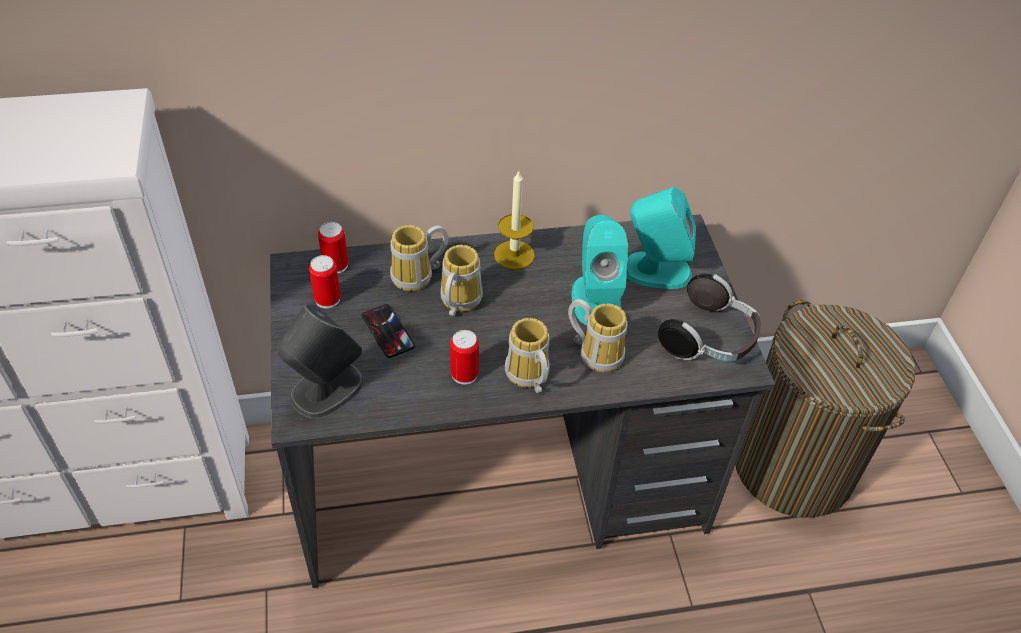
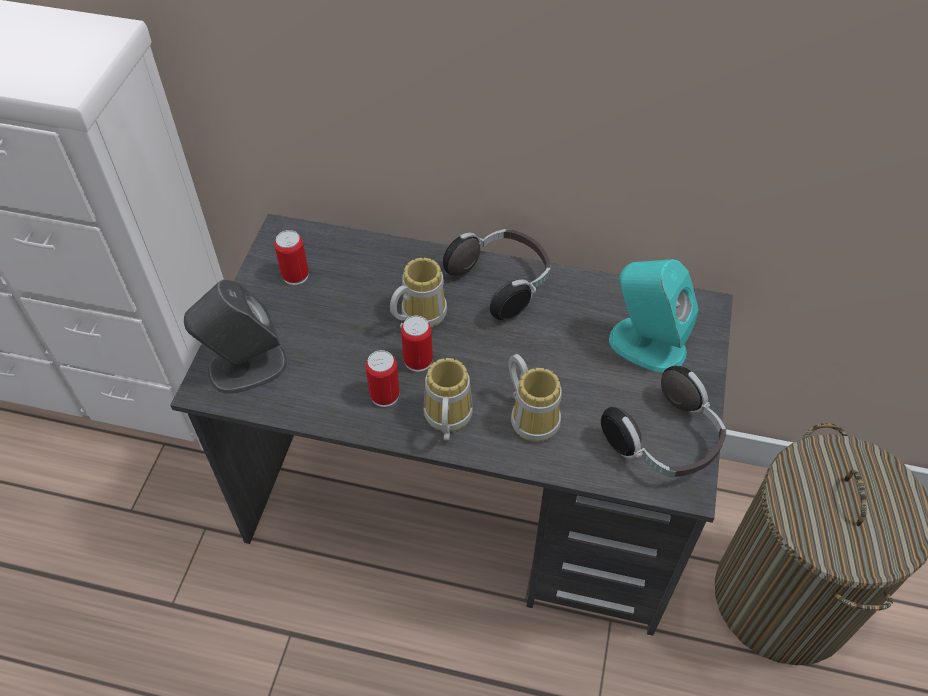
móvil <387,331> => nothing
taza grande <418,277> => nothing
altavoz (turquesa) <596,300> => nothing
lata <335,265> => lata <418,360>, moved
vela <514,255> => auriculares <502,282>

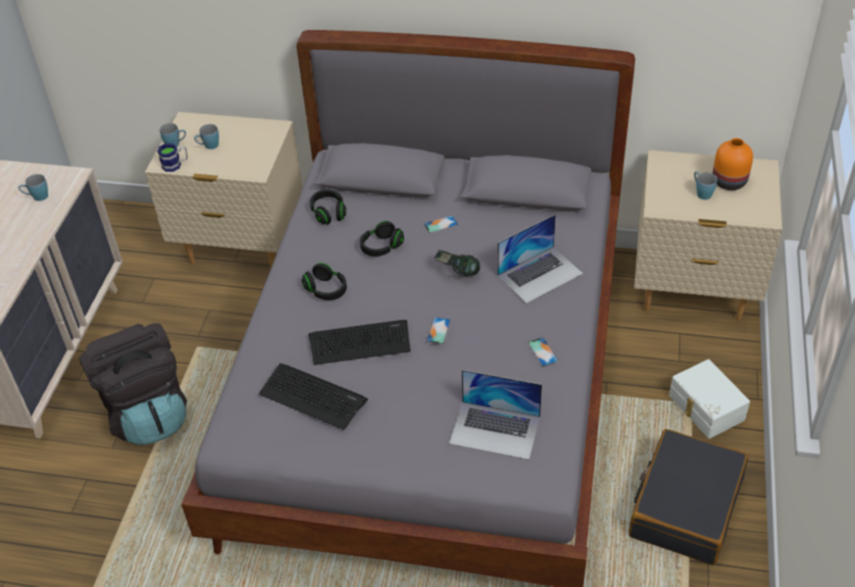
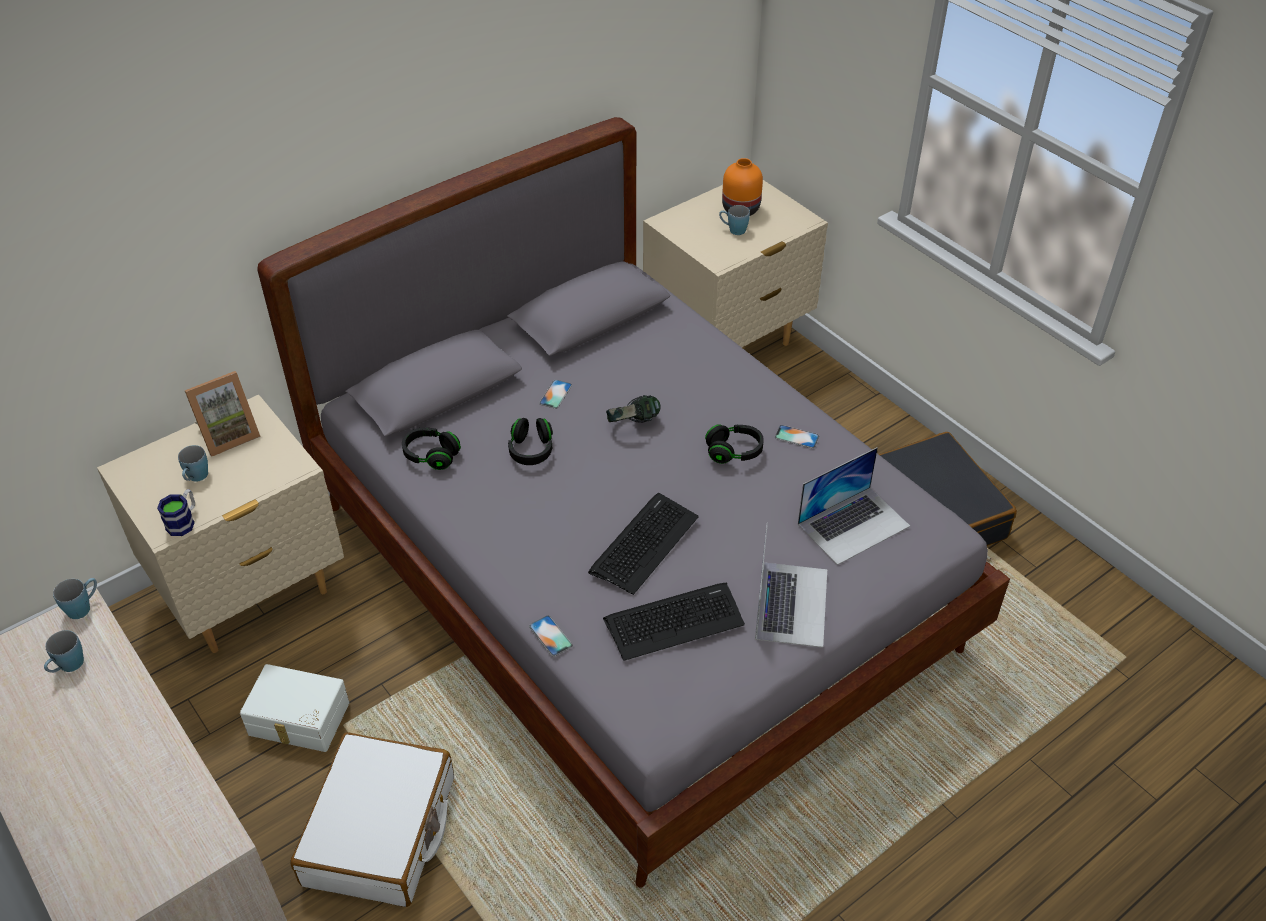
nothing => portarretratos <228,435>
taza grande (azul) <176,144> => taza grande (azul) <84,607>, moved
auriculares (negro) <326,290> => auriculares (negro) <734,452>, moved
móvil <438,331> => móvil <550,636>, moved
portátil <540,274> => portátil <791,603>, moved
caja de almacenaje (blanco) <705,408> => caja de almacenaje (blanco) <298,720>, moved
mochila (negro) <147,413> => maleta (blanco) <381,831>

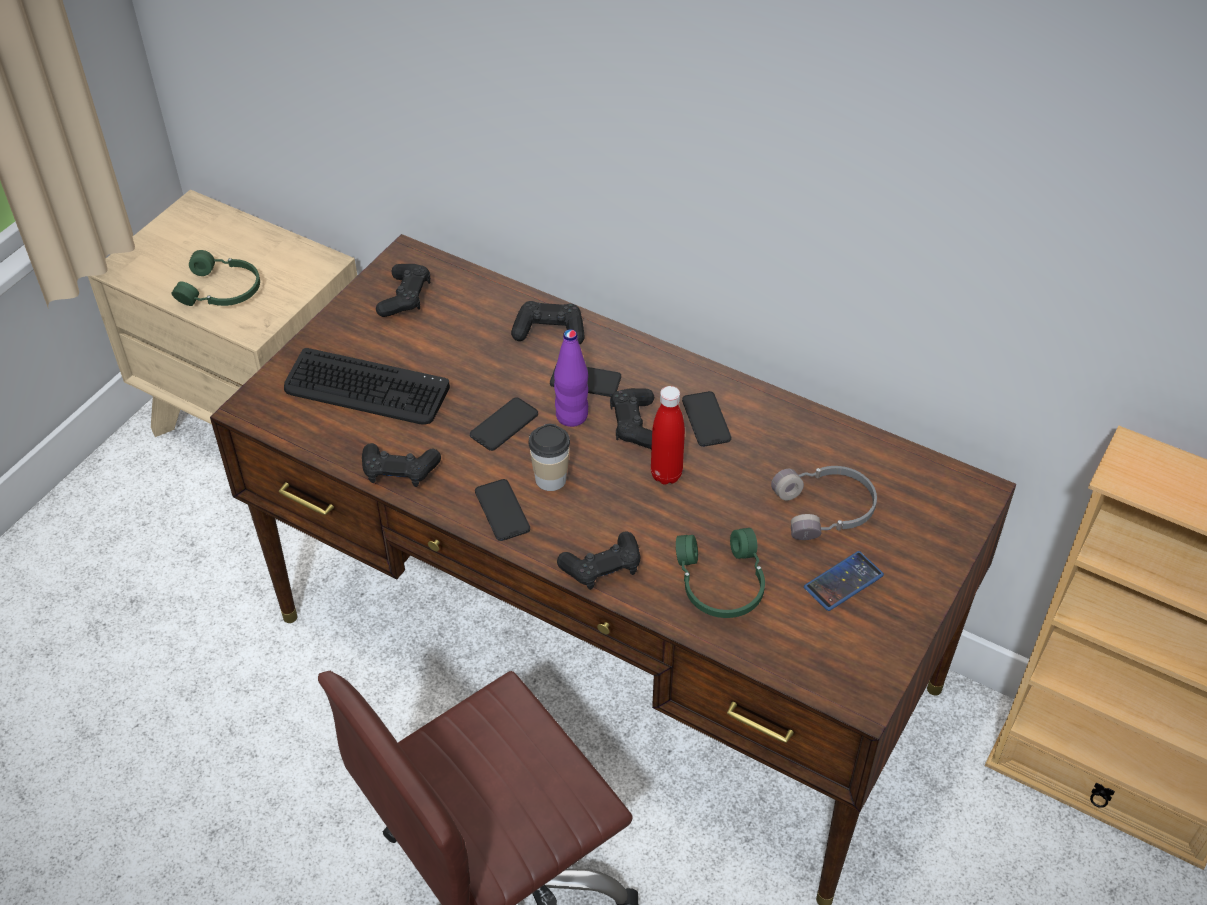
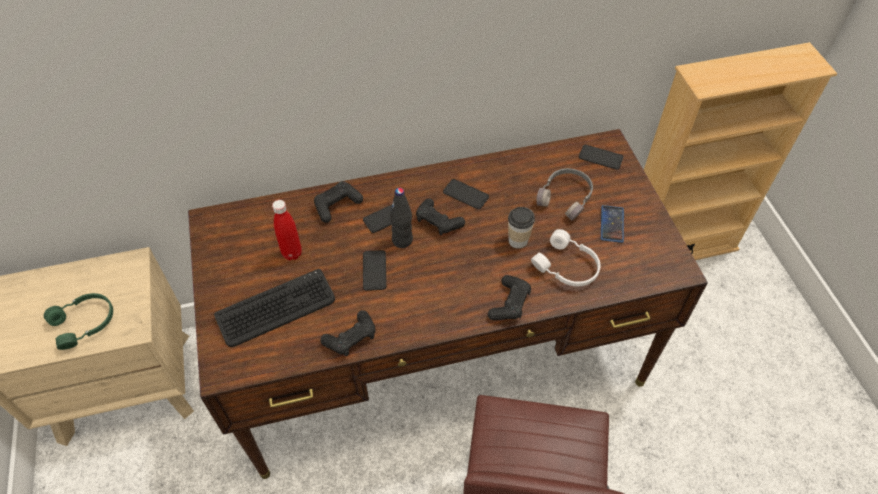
mando de consola (negro) <405,297> => nothing
móvil <502,510> => móvil <600,157>, moved
taza <550,479> => taza <518,240>, moved
botella (rojo) <666,474> => botella (rojo) <292,253>, moved
botella (morado) <572,416> => botella (negro) <402,240>
auriculares (verde) <720,583> => auriculares (blanco) <567,267>

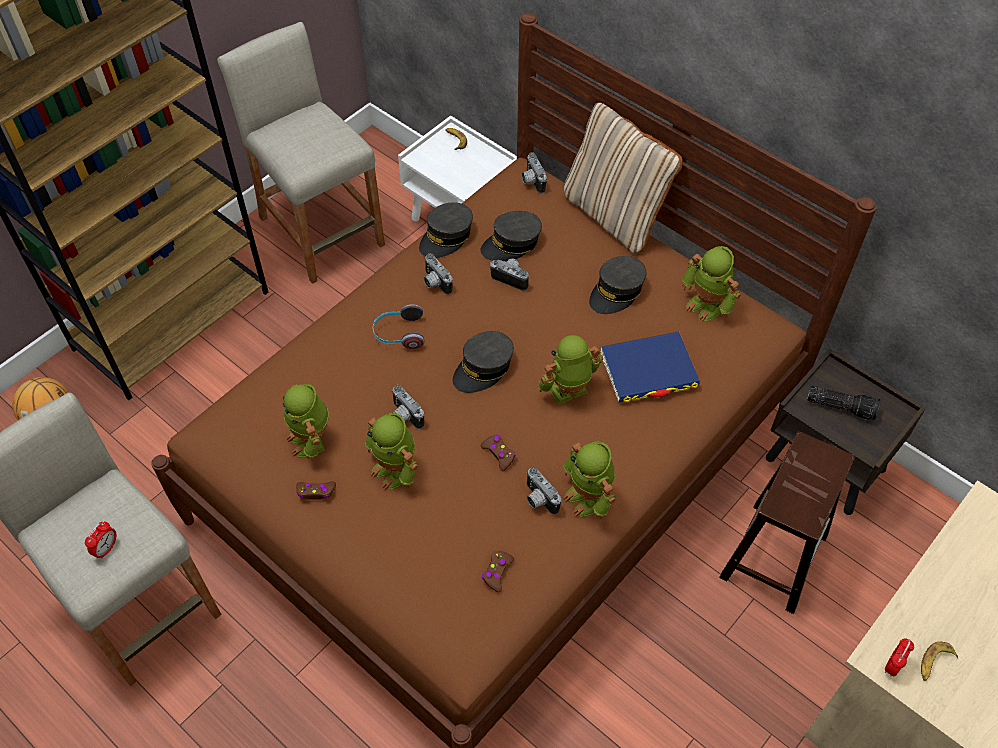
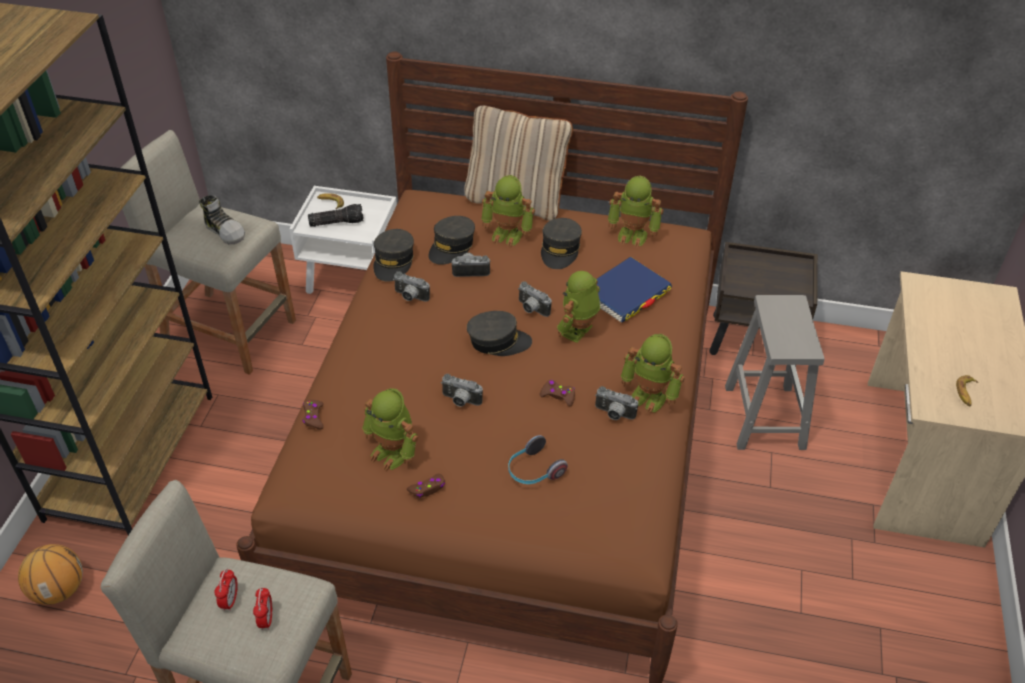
nothing => zapato <225,230>
robot de juguete <395,469> => robot de juguete <508,234>, moved
auriculares <399,334> => auriculares <533,471>, moved
mando de consola (marrón) <497,572> => mando de consola (marrón) <313,417>, moved
cámara <531,181> => cámara <531,309>, moved
linterna <841,406> => linterna <337,222>, moved
despertador <892,665> => despertador <230,600>, moved
taburete (marrón) <774,554> => taburete (gris) <763,416>
gorra (gris) <483,368> => gorra (gris) <498,341>, 105 degrees counterclockwise

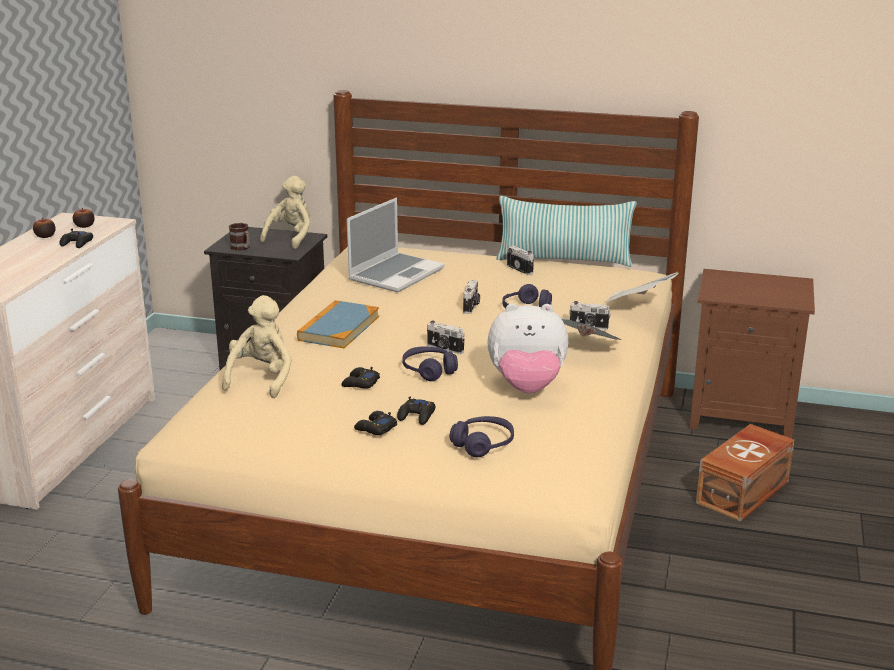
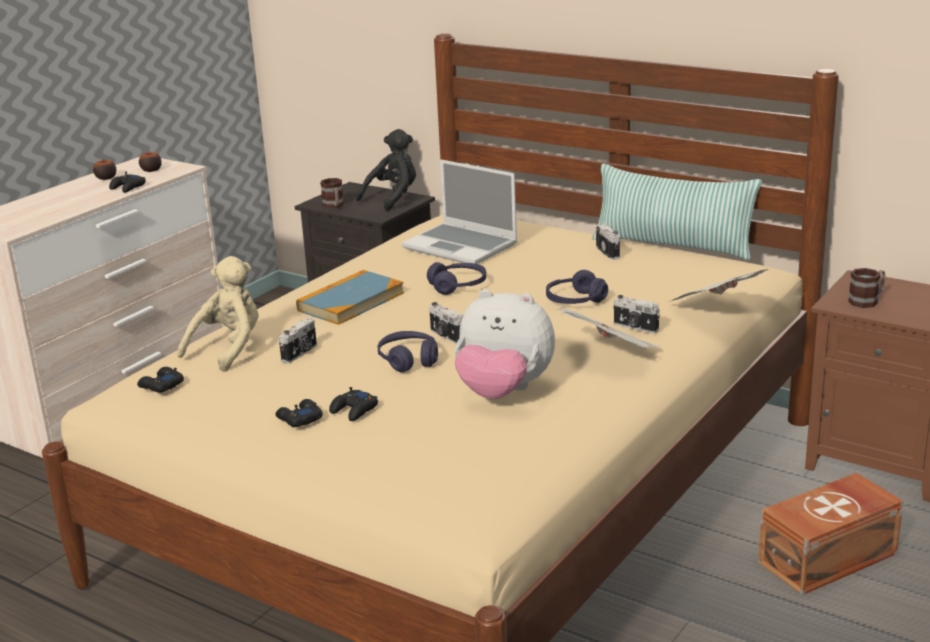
nothing => taza grande <867,300>
mando de consola (negro) <360,383> => mando de consola (negro) <161,385>, moved
auriculares (morado) <483,444> => auriculares (morado) <458,286>, moved
cámara <471,306> => cámara <301,353>, moved
peluche (beis) <291,238> => peluche (negro) <393,198>
portátil <396,274> => portátil <462,246>, 75 degrees clockwise

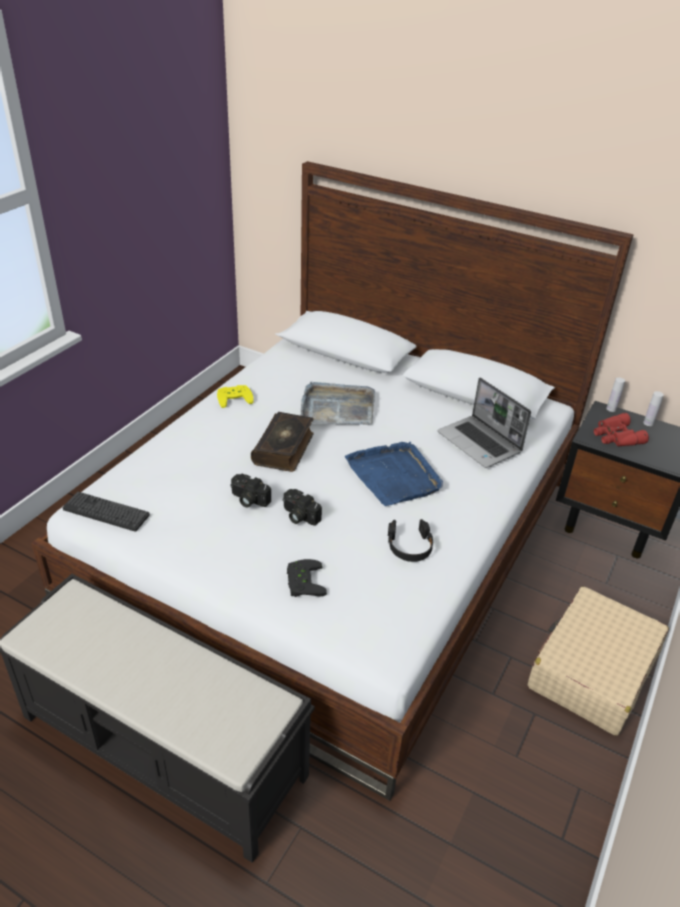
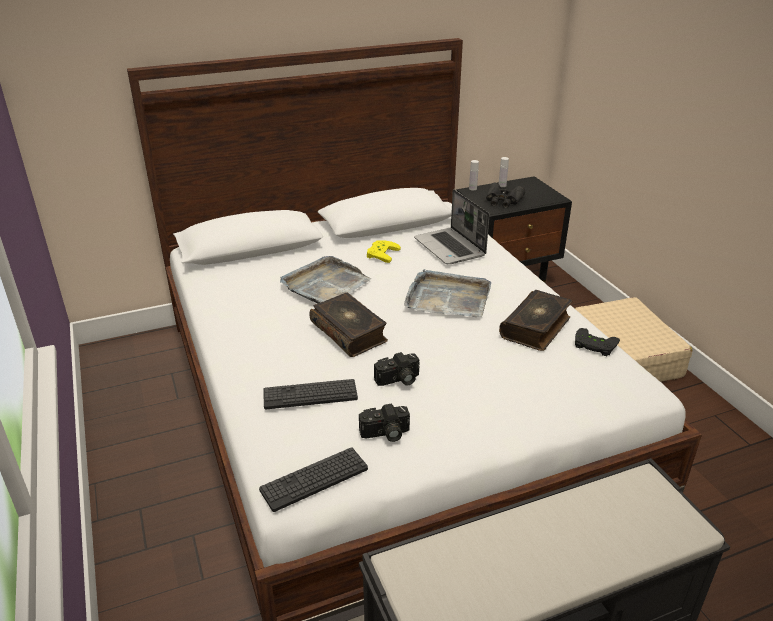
nothing => teclado <310,395>
mando de consola (amarillo) <234,397> => mando de consola (amarillo) <380,253>, moved
cámara <298,516> => cámara <385,434>, moved
mando de consola (negro) <302,581> => mando de consola (negro) <594,346>, moved
auriculares (negro) <409,546> => libro <536,328>
bandeja (azul) <394,476> => bandeja (gris) <447,297>
prismáticos (rojo) <616,436> => prismáticos (negro) <503,201>
portátil <480,443> => portátil <450,248>, 60 degrees clockwise

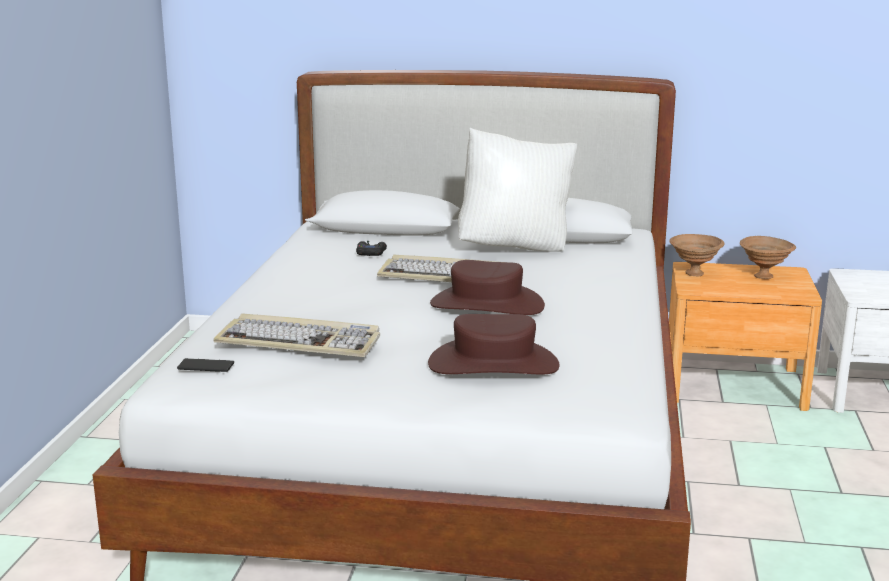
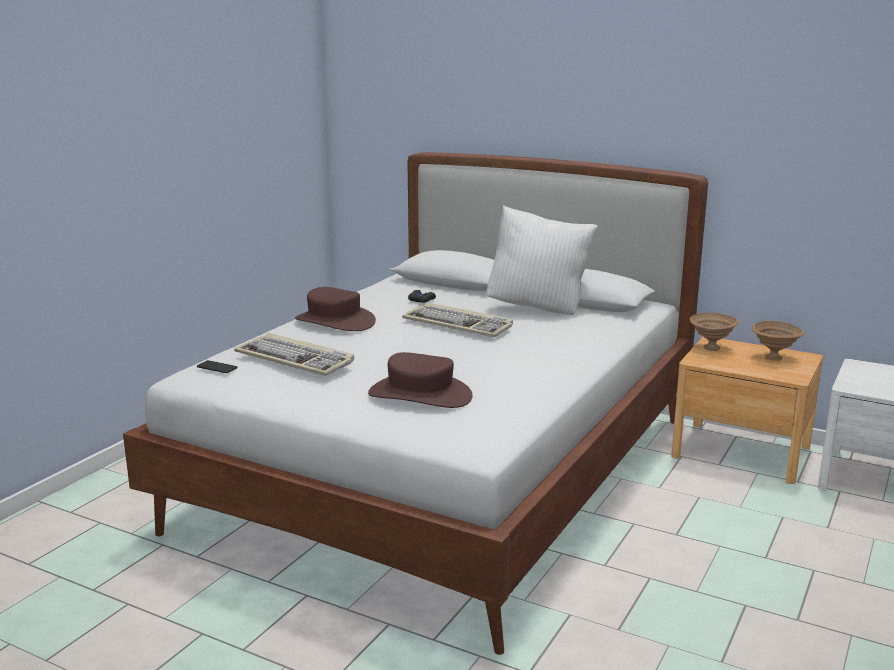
sombrero (marrón) <486,305> => sombrero (marrón) <334,321>, moved

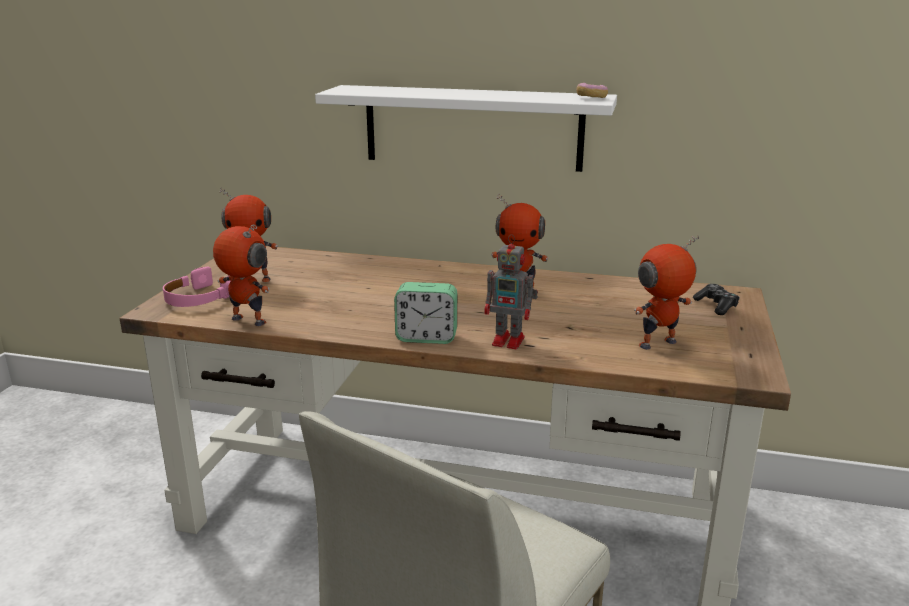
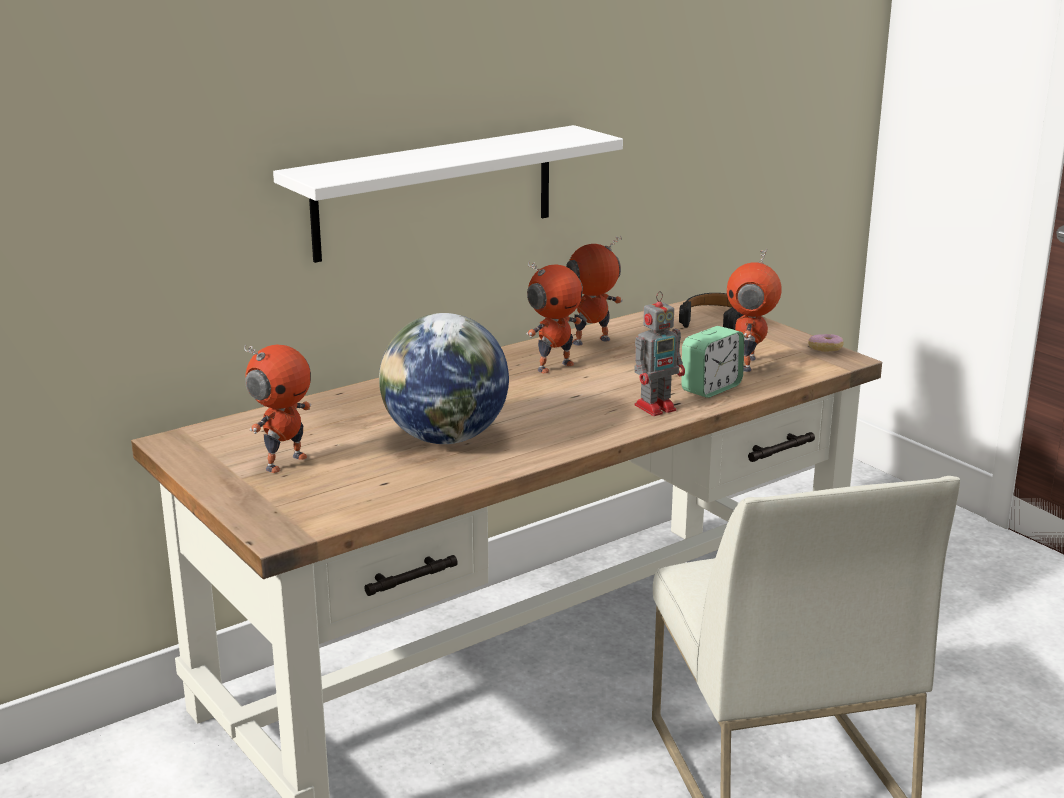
auriculares (rosa) <199,298> => nothing
nothing => globo terráqueo <445,438>
robot de juguete <247,321> => robot de juguete <592,342>, moved
despertador <426,337> => despertador <711,388>, moved
rosquilla <591,98> => rosquilla <825,350>, moved
mando de consola <716,306> => auriculares (negro) <714,320>

